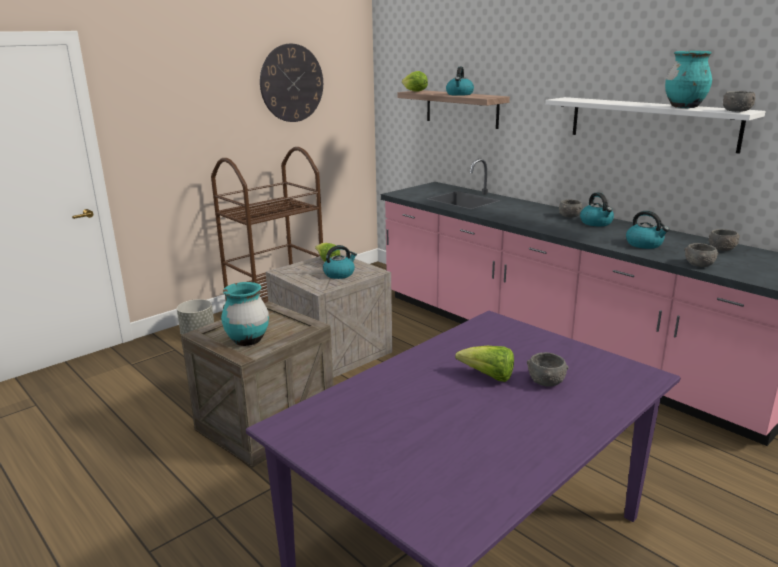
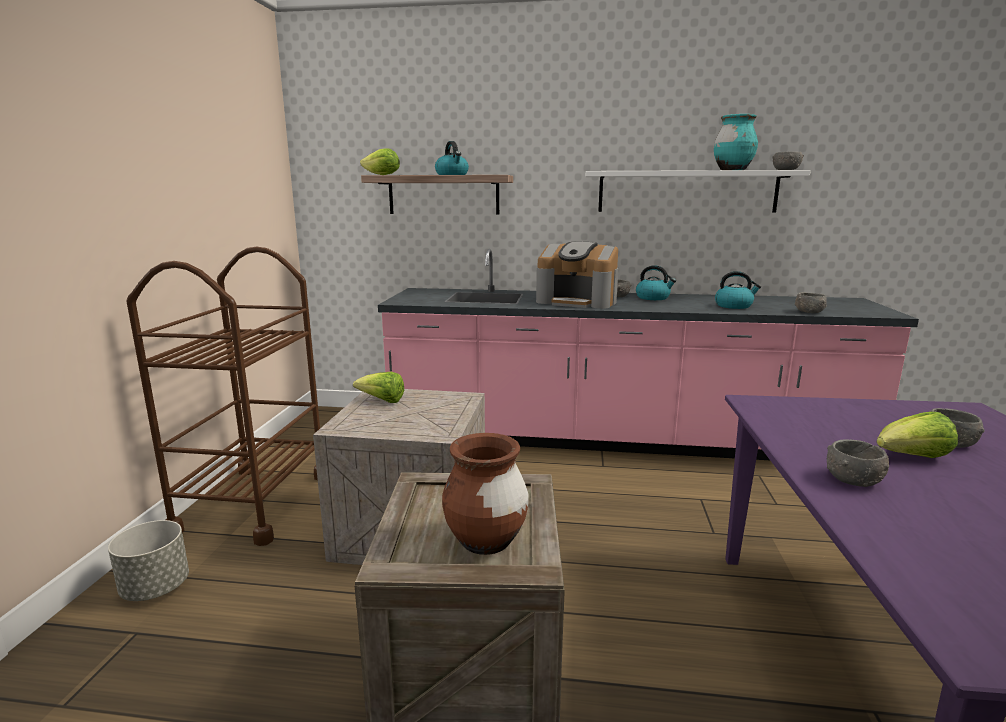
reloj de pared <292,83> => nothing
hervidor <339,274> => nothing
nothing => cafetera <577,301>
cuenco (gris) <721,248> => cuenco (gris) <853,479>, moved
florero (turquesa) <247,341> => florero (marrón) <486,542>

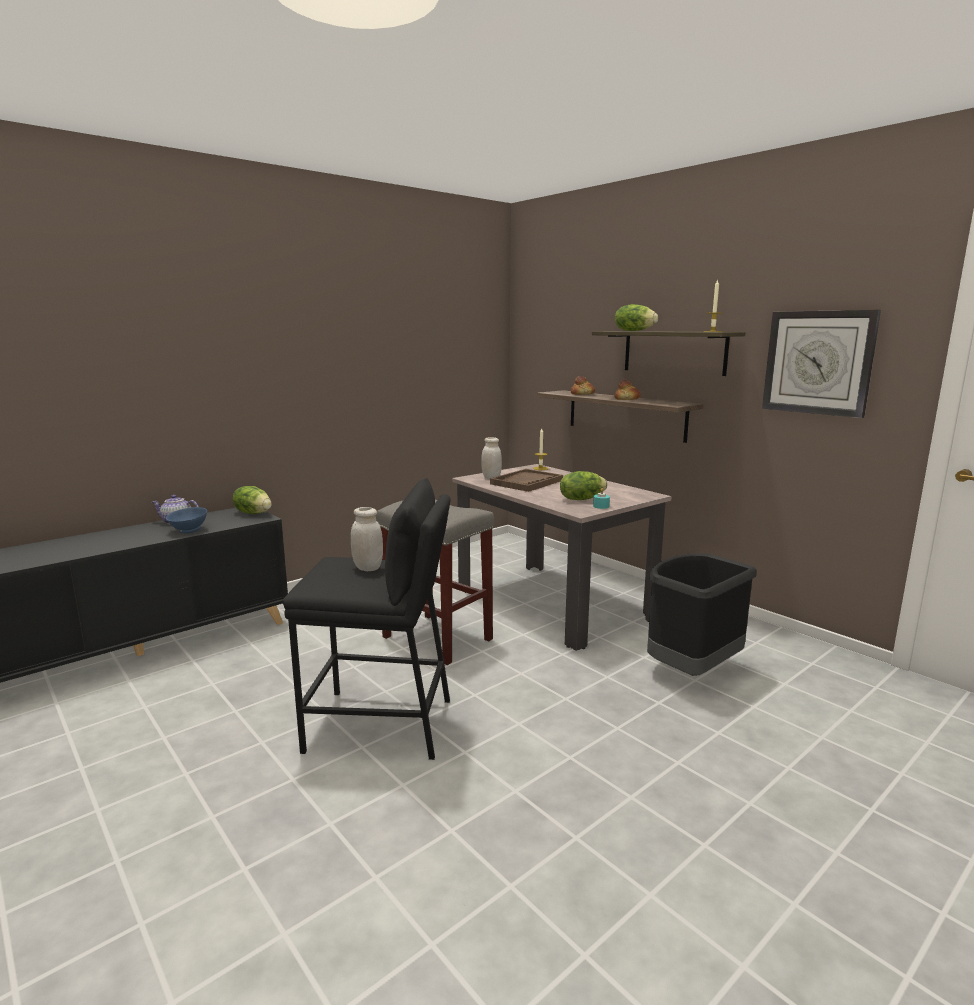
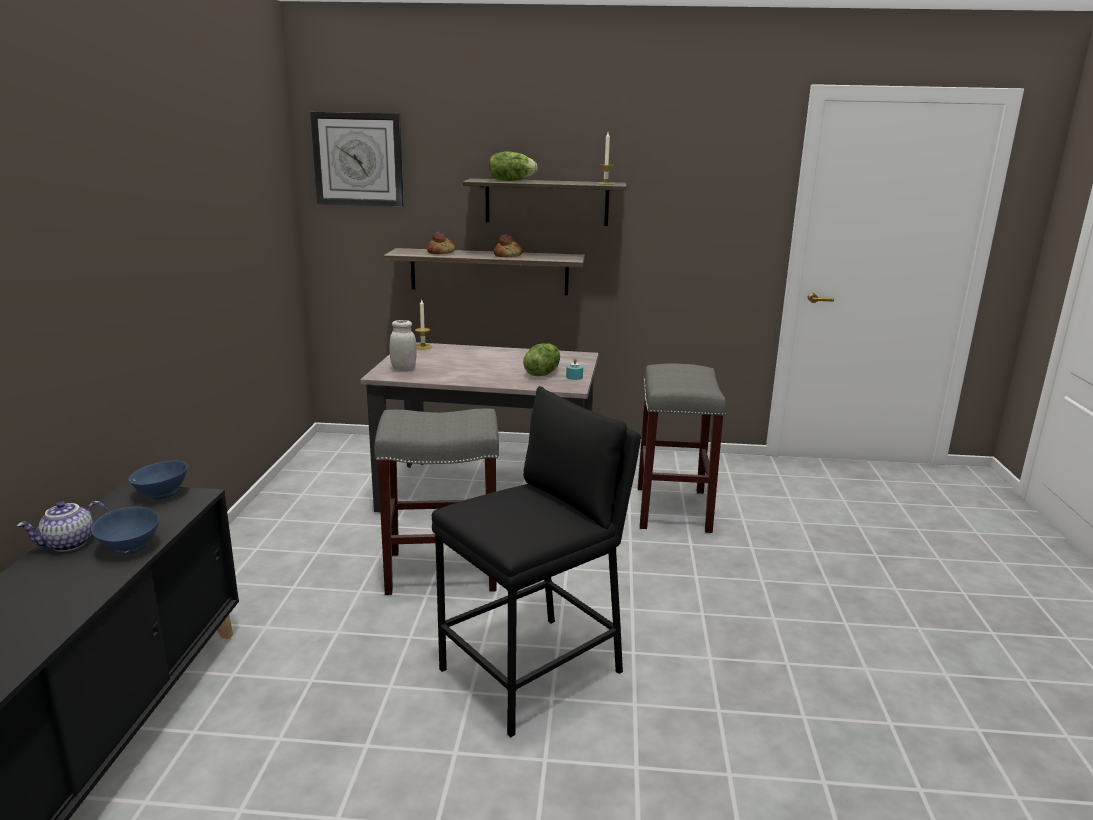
tarro (blanco) <368,568> => nothing
bandeja (marrón) <526,482> => nothing
reloj de pared <818,362> => reloj de pared <358,159>, moved
lechuga <254,513> => cuenco (azul) <161,494>
papelera (negro) <691,671> => taburete (gris) <673,510>

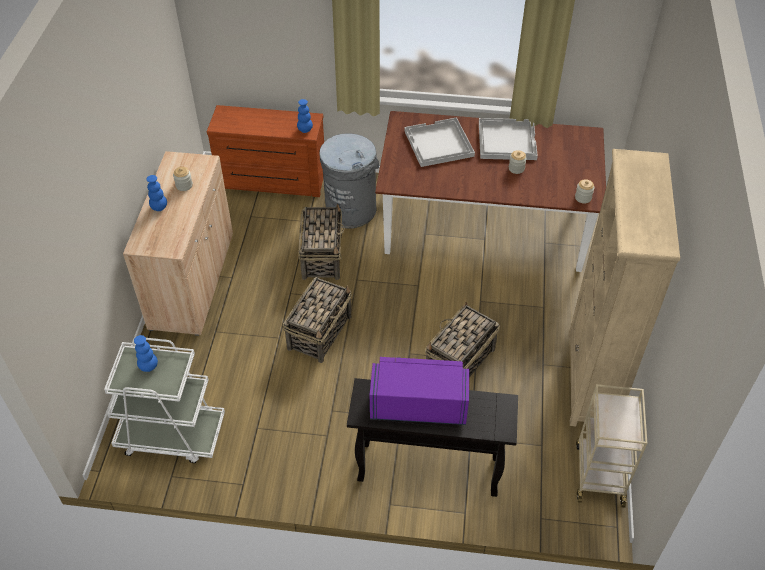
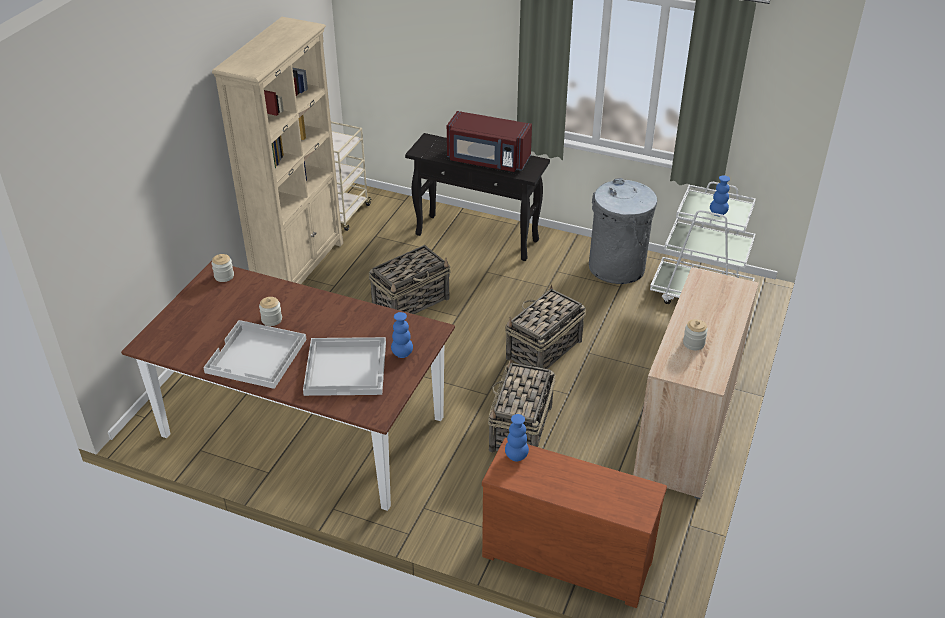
florero (azul) <159,207> => florero (azul) <402,354>, moved
papelera (gris) <351,209> => papelera (gris) <616,267>, moved
microondas (morado) <418,404> => microondas (rojo) <488,160>

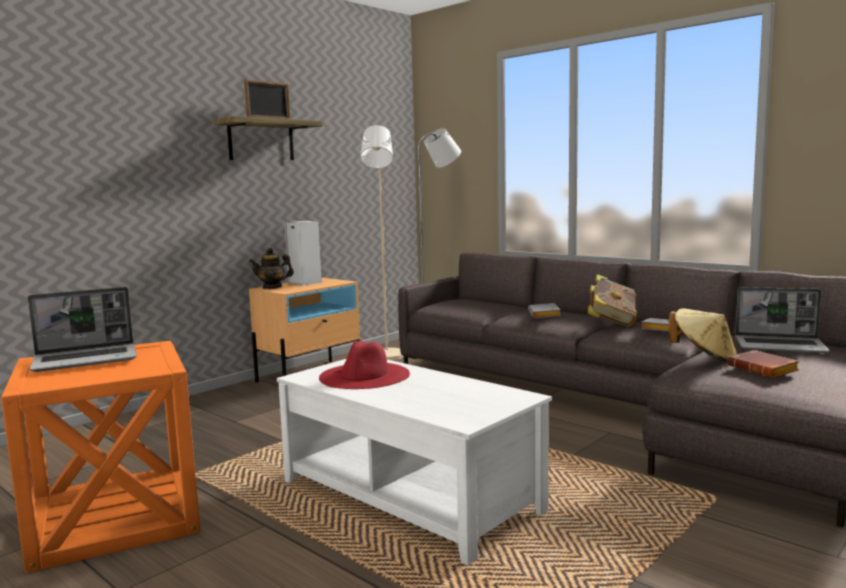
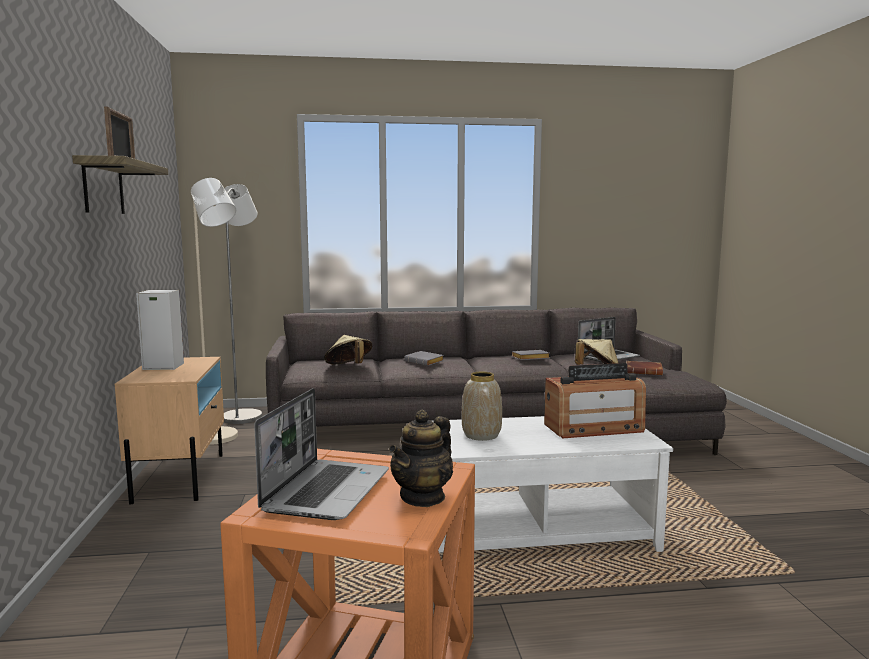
libro <611,322> => nothing
nothing => sombrero (beis) <349,367>
nothing => radio <593,428>
tetera <272,287> => tetera <423,497>, moved
sombrero (rojo) <364,375> => florero <481,435>

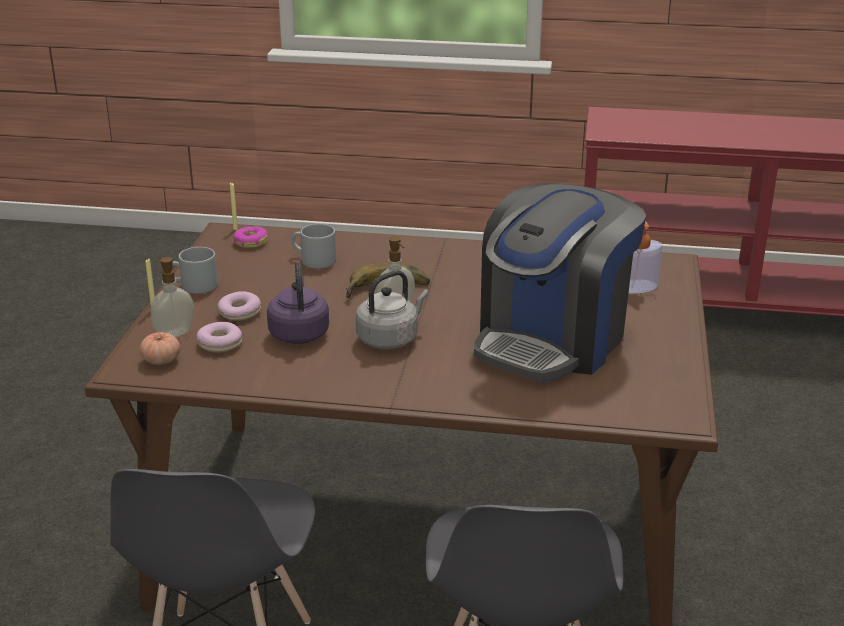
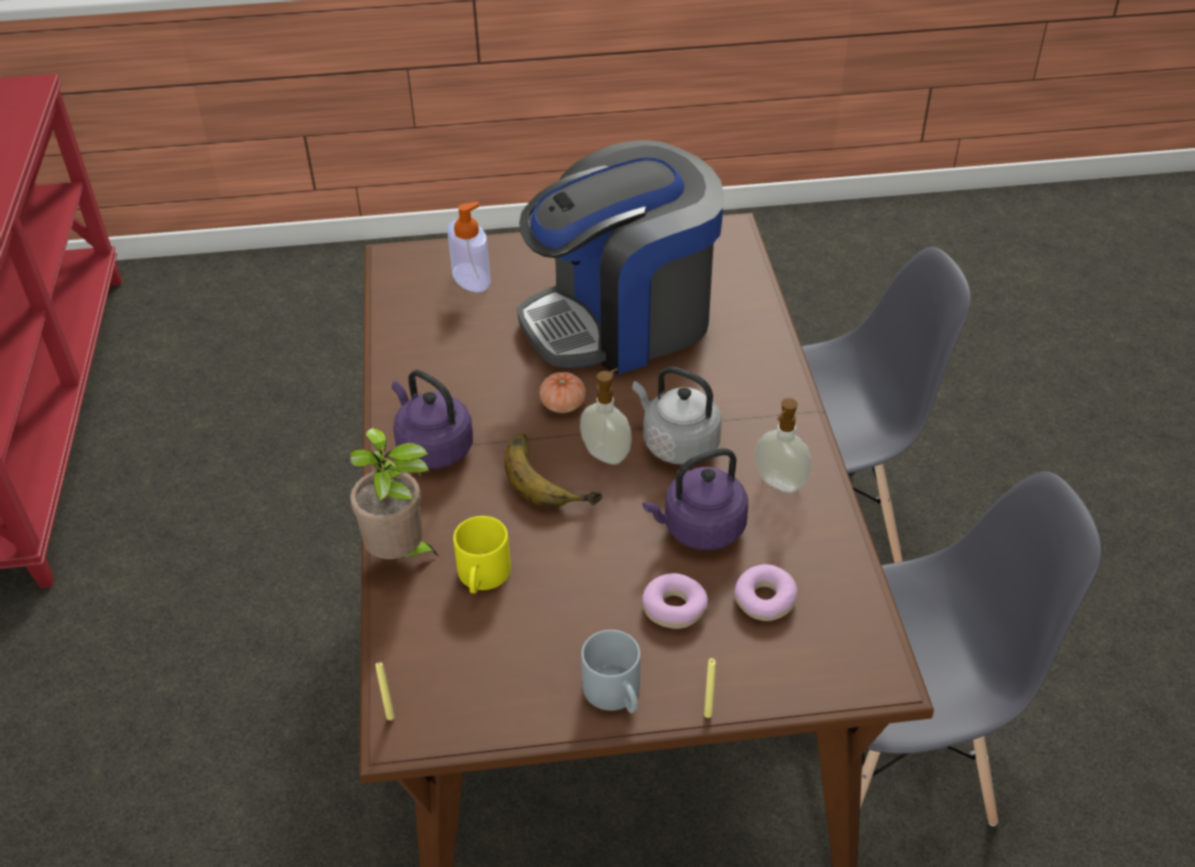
rosquilla <250,242> => nothing
nothing => planta en maceta <400,555>
nothing => hervidor (morado) <432,447>
tomate <161,360> => tomate <563,404>, moved
dispensador de jabón <174,333> => dispensador de jabón <779,484>, moved
taza grande (gris) <313,260> => taza grande (amarillo) <483,577>
cafetera <552,340> => cafetera <622,321>, 135 degrees clockwise

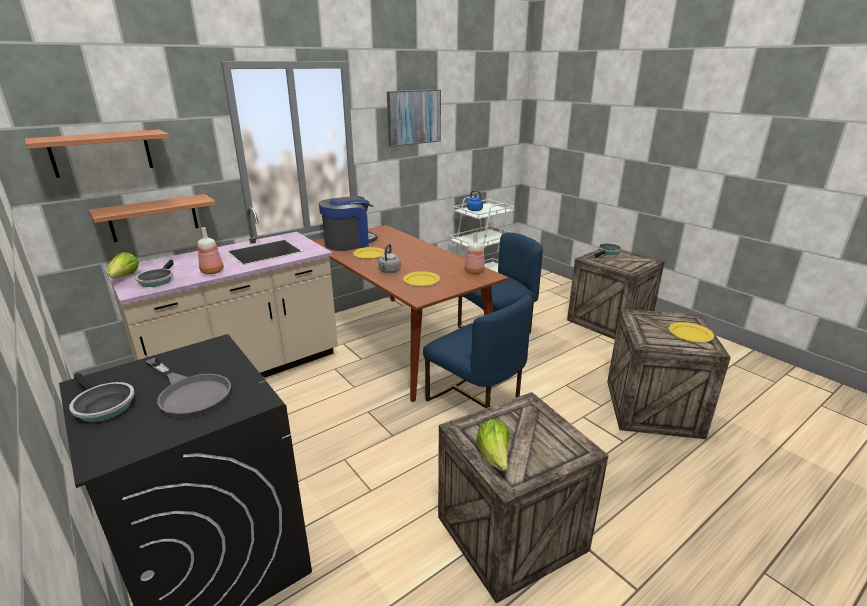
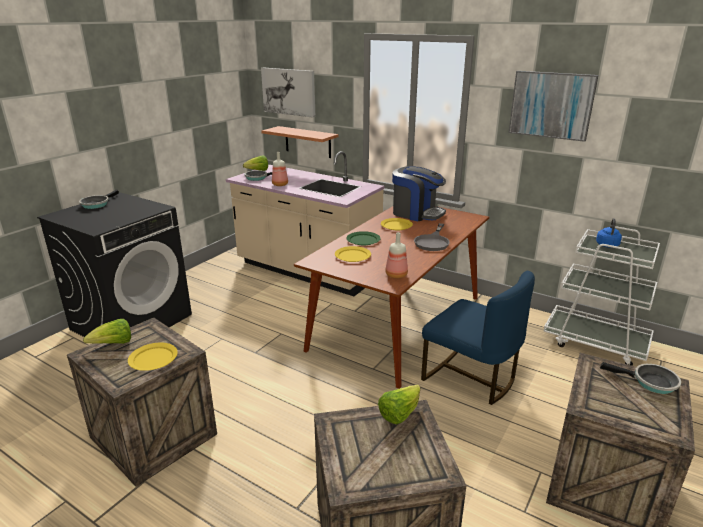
silla (azul) <475,401> => nothing
nothing => lechuga <399,413>
sartén (gris) <190,393> => sartén (gris) <433,241>, moved
plato (amarillo) <690,334> => plato (amarillo) <153,358>, moved
estante <101,153> => cuadro <289,91>
hervidor (gris) <389,271> => plato (verde) <363,240>

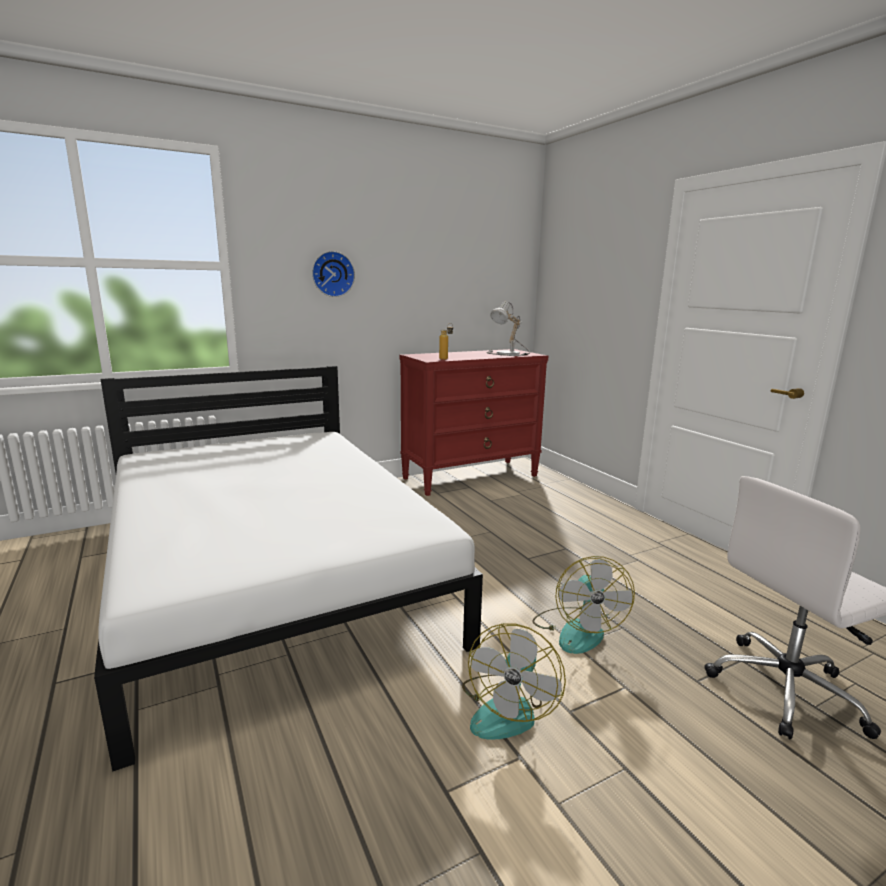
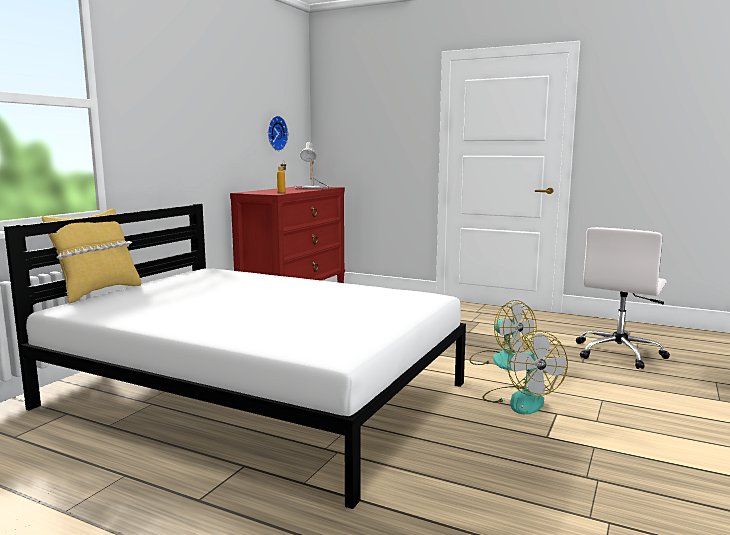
nothing => cojín (amarillo) <98,292>
reloj de pared <332,274> => reloj de pared <275,133>, moved

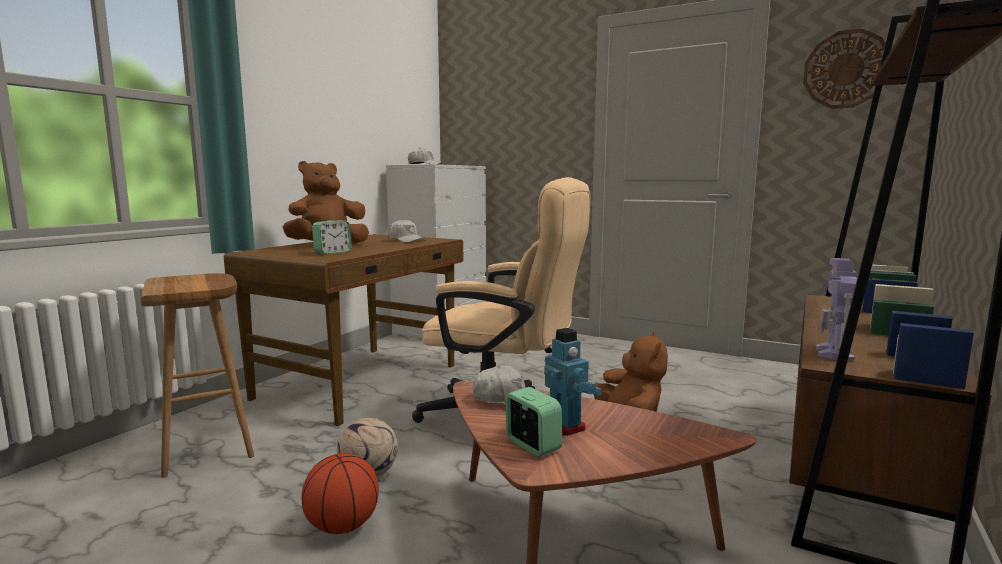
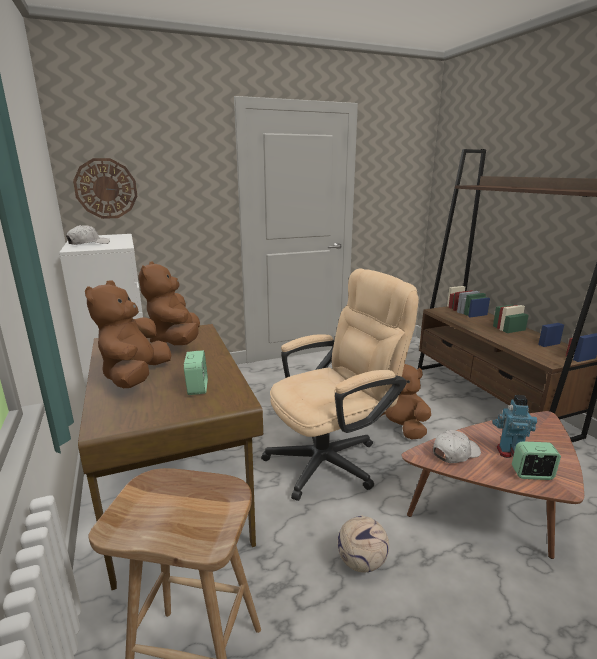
balón de baloncesto <343,527> => nothing
robot de juguete <834,354> => nothing
reloj de pared <846,69> => reloj de pared <106,188>, moved
gorra (blanco) <406,240> => peluche (marrón) <176,341>

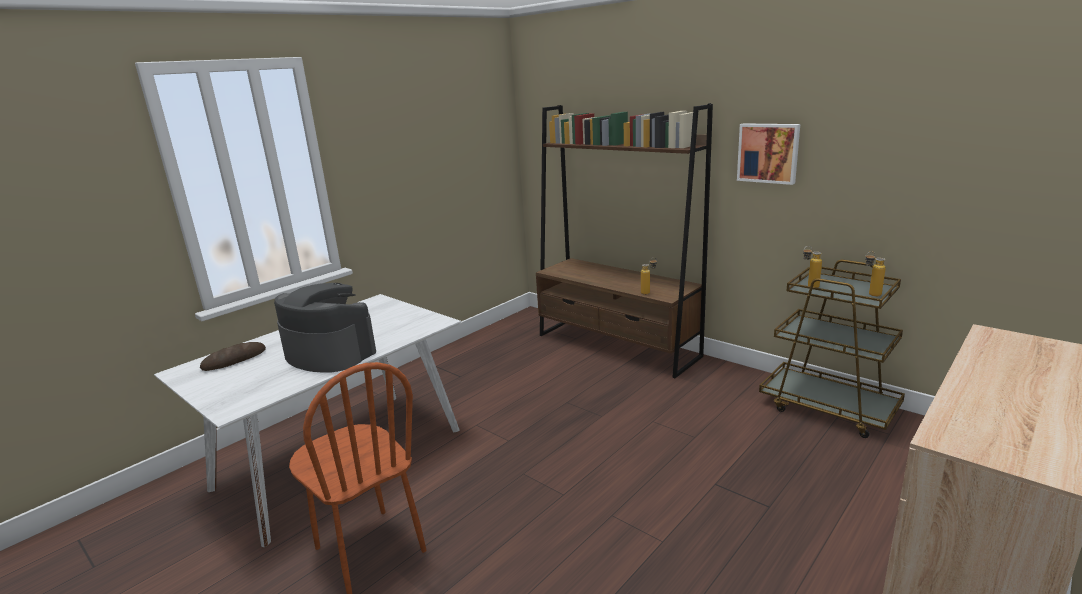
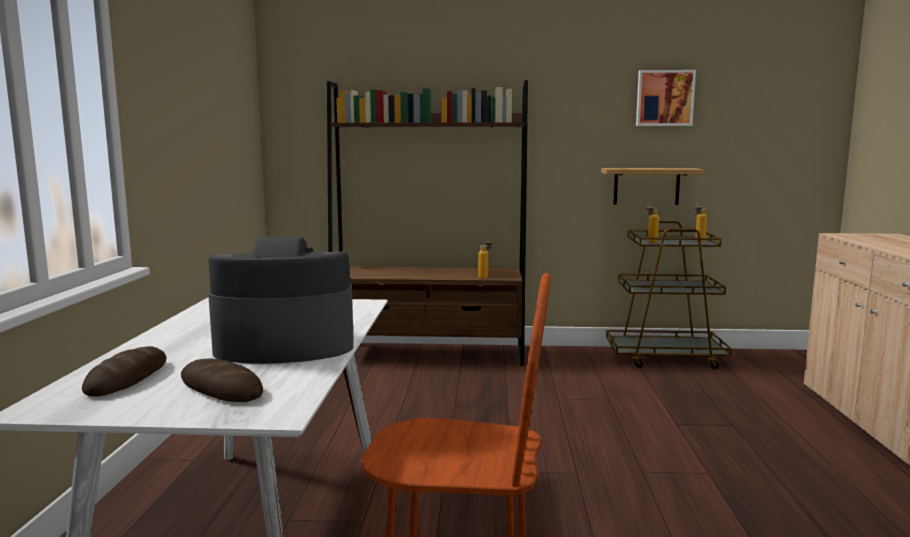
nothing => pan <221,388>
nothing => estante <646,186>
cuadro <768,153> => cuadro <664,98>, moved

